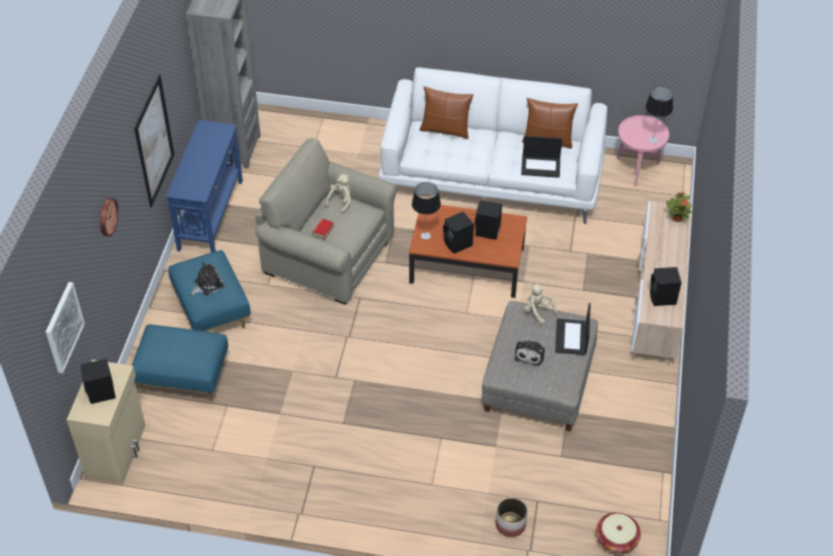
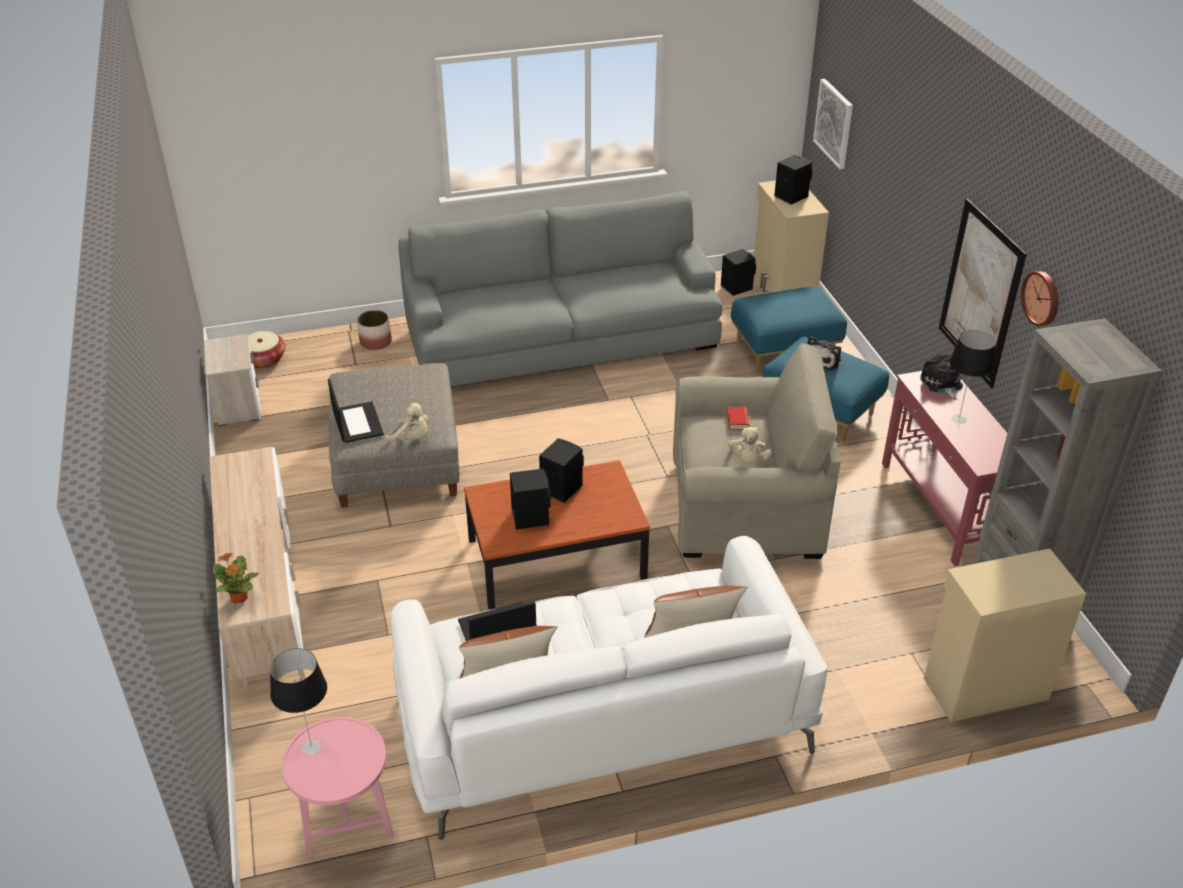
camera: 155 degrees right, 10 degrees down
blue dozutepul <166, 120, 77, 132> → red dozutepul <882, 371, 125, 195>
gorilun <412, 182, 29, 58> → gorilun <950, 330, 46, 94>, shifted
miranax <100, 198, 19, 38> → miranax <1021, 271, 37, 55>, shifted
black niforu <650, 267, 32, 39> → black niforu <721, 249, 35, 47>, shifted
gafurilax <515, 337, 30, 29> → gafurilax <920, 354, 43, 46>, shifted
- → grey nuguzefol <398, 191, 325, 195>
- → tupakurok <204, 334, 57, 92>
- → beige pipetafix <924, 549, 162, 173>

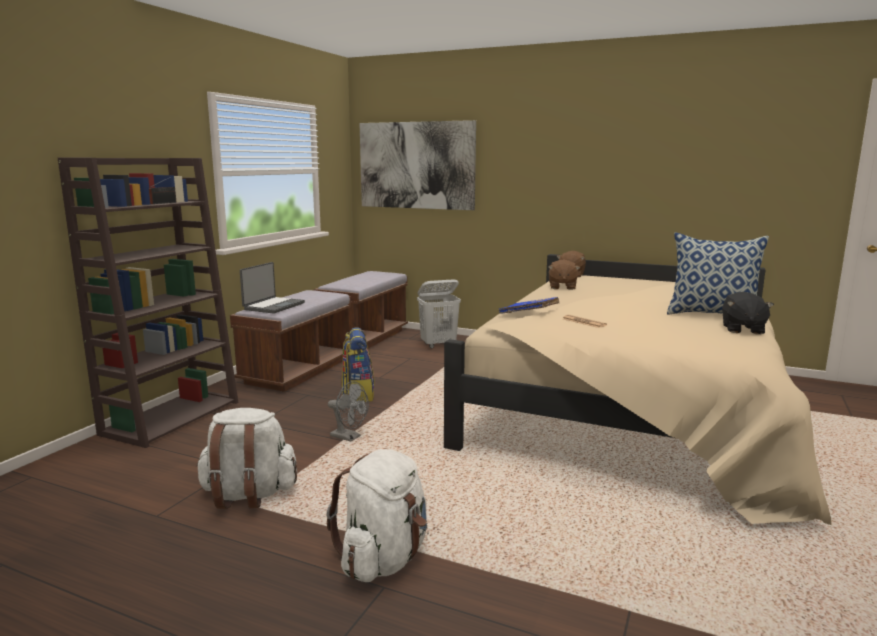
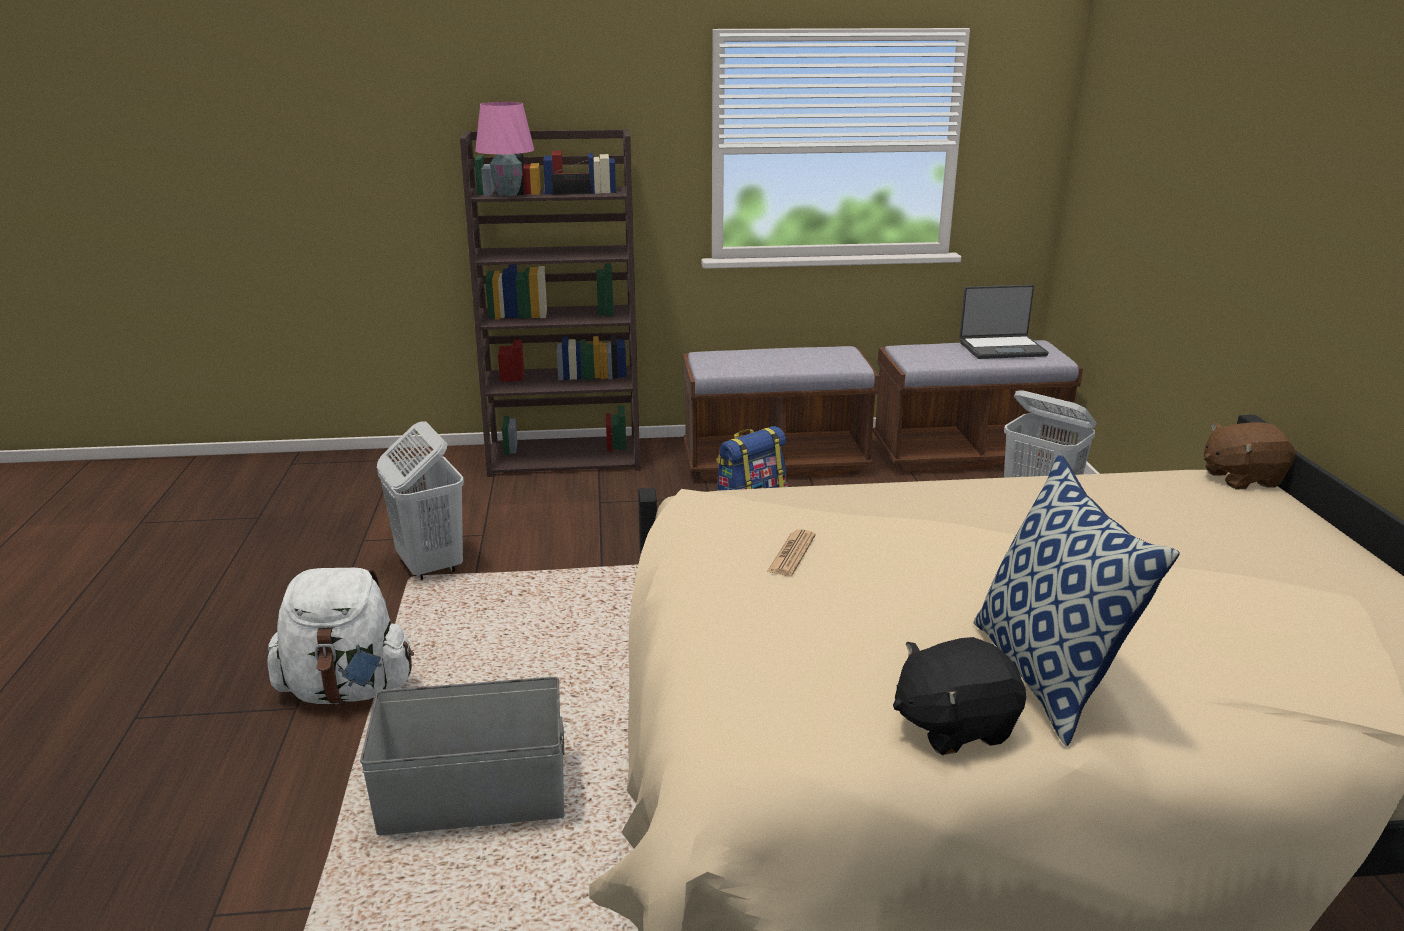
camera: 60 degrees right, 10 degrees up
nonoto <360, 120, 116, 90> → -
brown gafurilax <548, 259, 32, 31> → -
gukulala <240, 262, 65, 52> → gukulala <960, 285, 89, 74>, shifted
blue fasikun <499, 297, 60, 17> → -
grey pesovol <328, 381, 41, 61> → -
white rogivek <196, 408, 101, 101> → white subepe <377, 421, 87, 159>
- → pink gorilun <475, 102, 59, 94>
- → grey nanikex <360, 677, 205, 158>

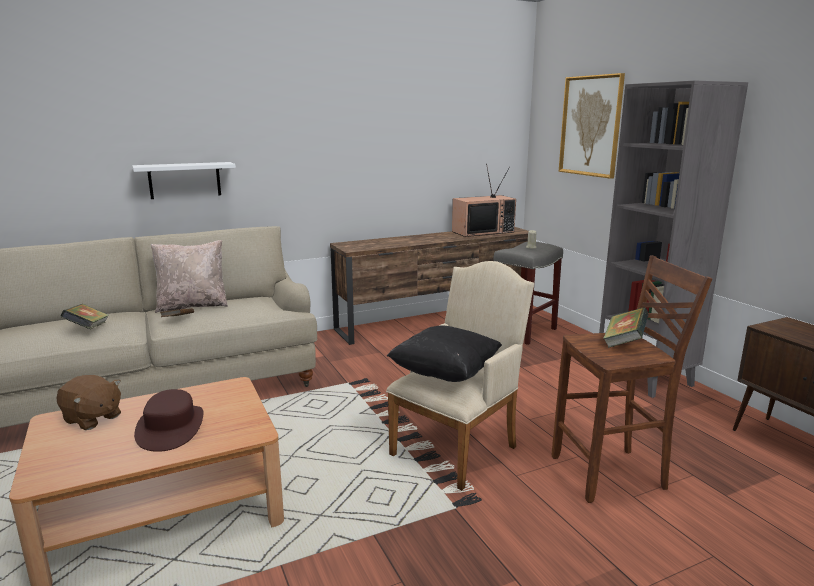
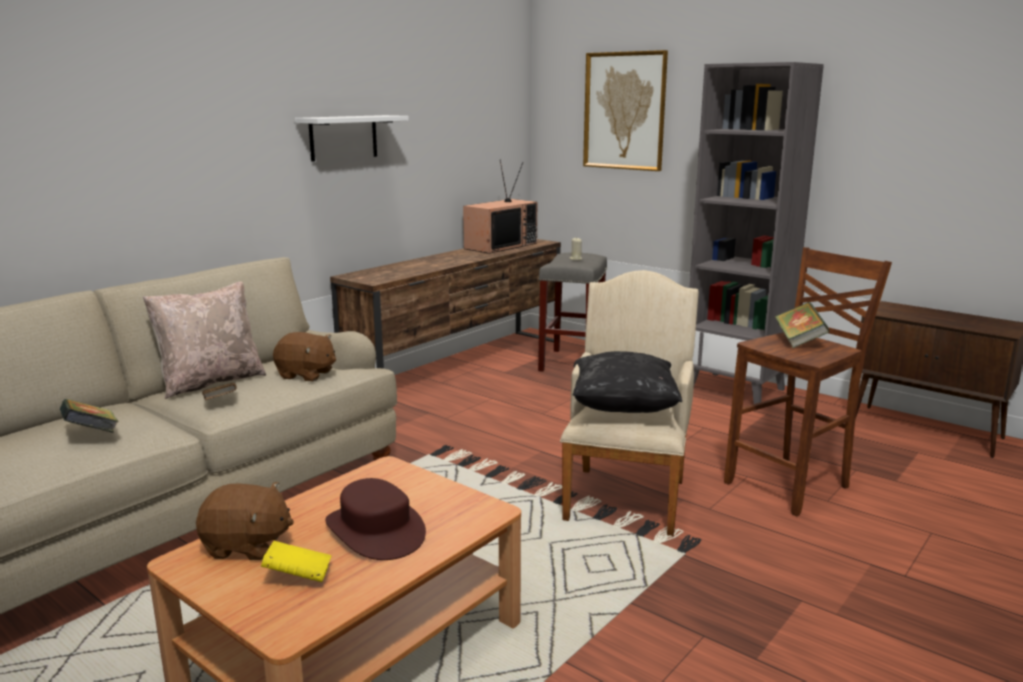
camera: 25 degrees left, 0 degrees up
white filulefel <132, 162, 104, 37> → white filulefel <295, 115, 114, 47>, shifted
- → brown gafurilax <273, 332, 63, 49>
- → yellow fasikun <261, 541, 70, 41>

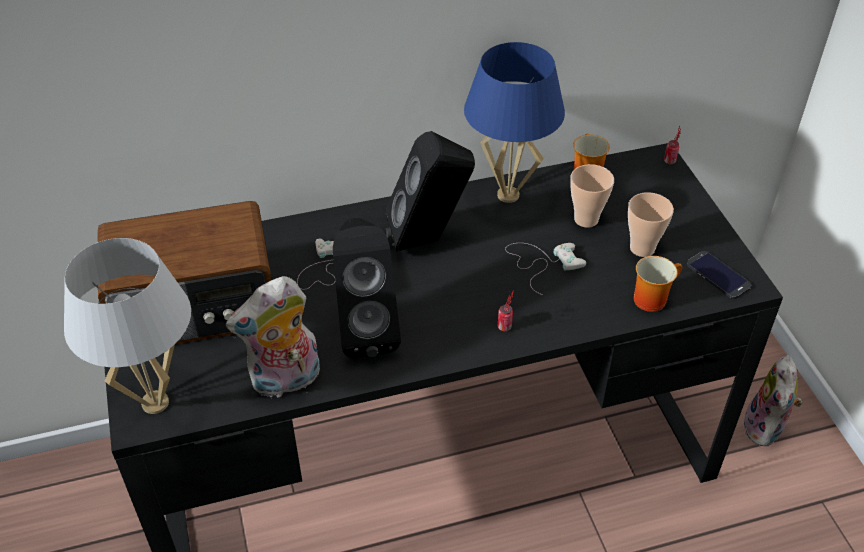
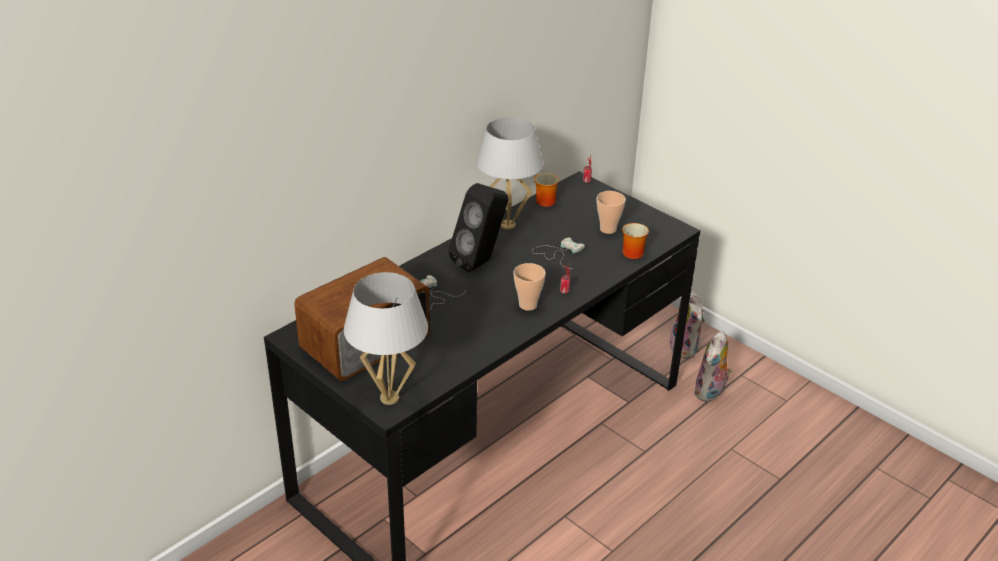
camera: 30 degrees left, 10 degrees down
blue gorilun <464, 42, 101, 161> → white gorilun <476, 117, 67, 113>
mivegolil <570, 164, 44, 64> → mivegolil <513, 263, 33, 48>, shifted
black niforu <333, 218, 68, 140> → -
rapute <687, 251, 65, 48> → -
gafurilax <226, 276, 94, 123> → gafurilax <694, 331, 38, 71>, shifted

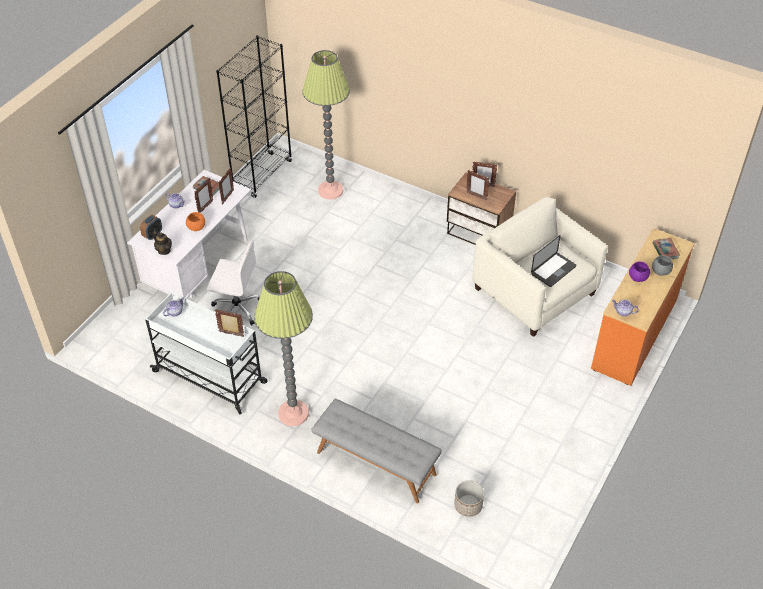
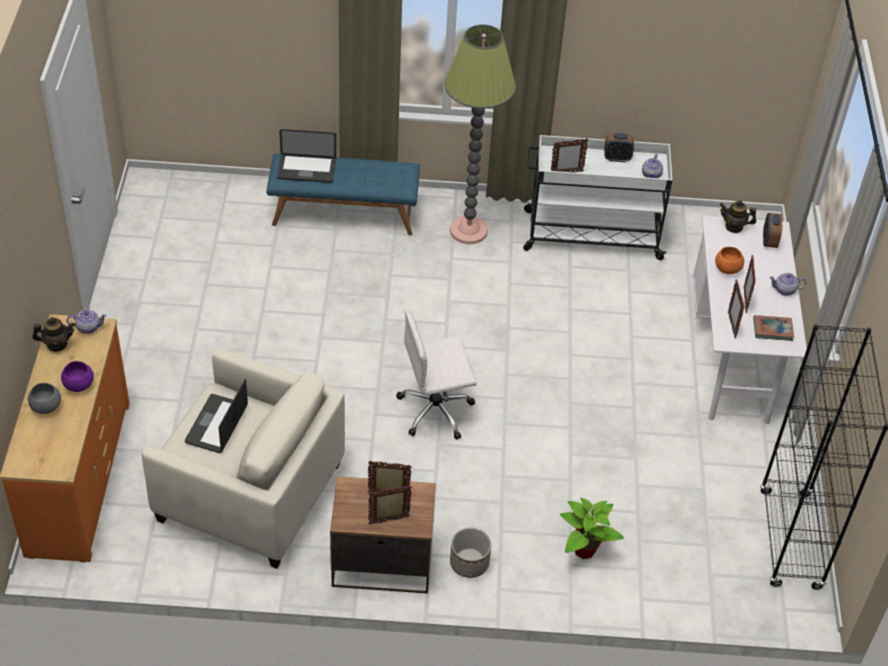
camera: 150 degrees right, 0 degrees up
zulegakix <302, 50, 48, 149> → -
fasikun <652, 238, 28, 21> → -
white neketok <207, 240, 53, 85> → white neketok <396, 310, 81, 130>, shifted
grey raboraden <312, 399, 130, 104> → blue raboraden <266, 154, 154, 82>
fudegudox <454, 480, 30, 37> → fudegudox <450, 528, 41, 50>, shifted
- → gukulala <277, 129, 59, 54>
- → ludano <604, 133, 30, 29>
- → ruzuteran <32, 317, 43, 35>
- → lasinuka <560, 498, 64, 61>

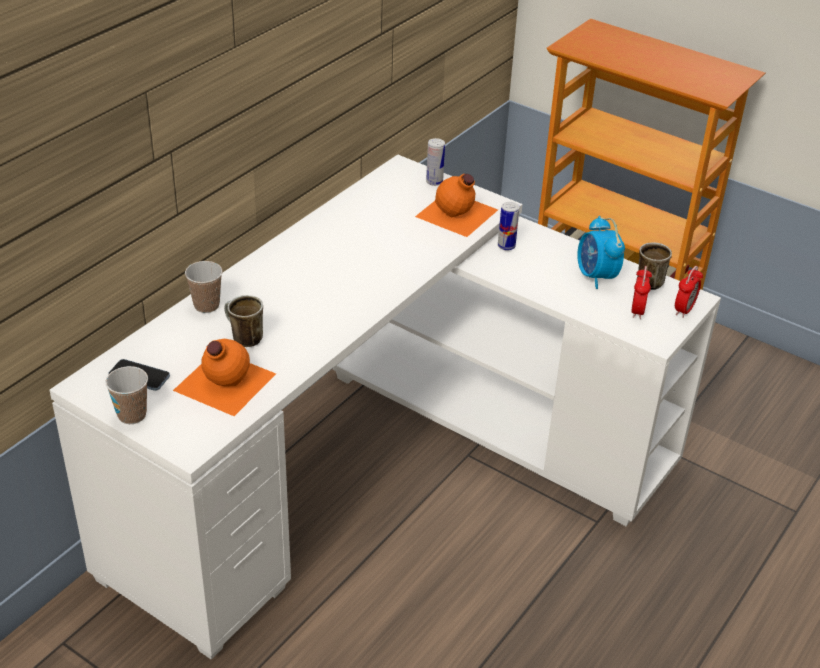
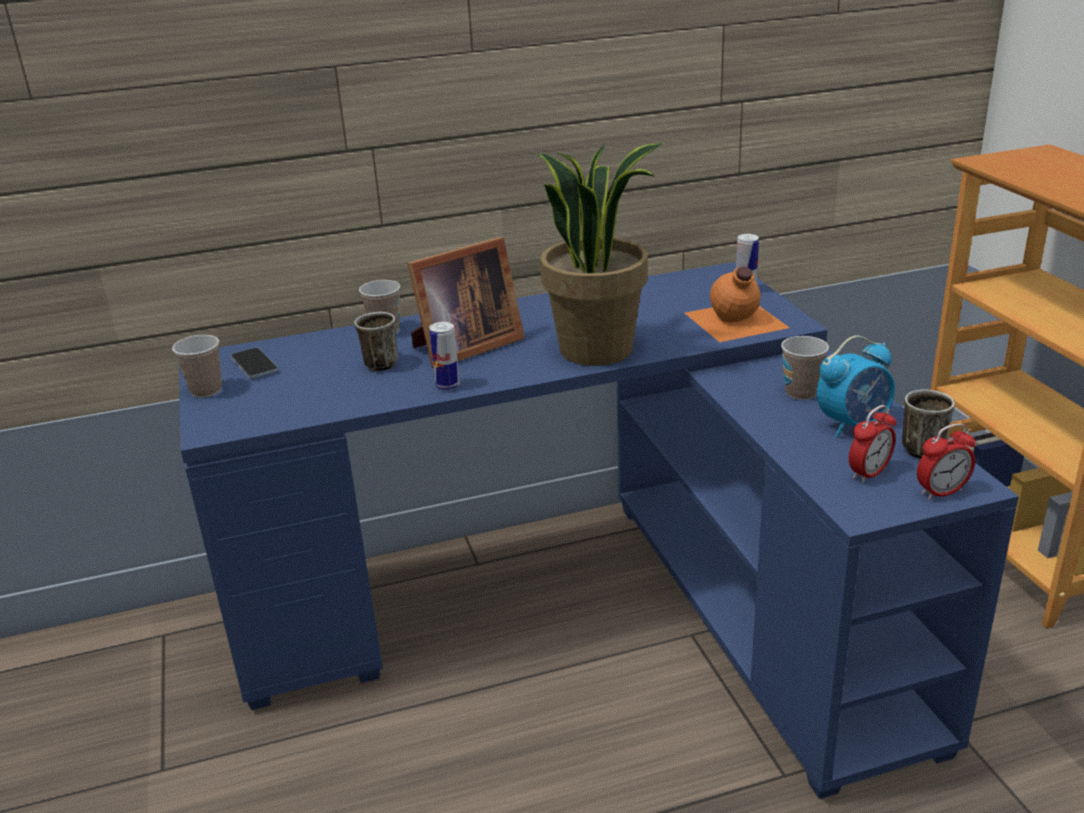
camera: 40 degrees right, 10 degrees down
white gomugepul <49, 154, 672, 505> → blue gomugepul <179, 262, 840, 537>
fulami <498, 202, 22, 48> → fulami <429, 322, 31, 68>, shifted
ludano <577, 216, 48, 73> → ludano <817, 336, 78, 101>, 135 degrees counterclockwise
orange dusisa <173, 339, 103, 77> → -
- → lasinuka <537, 143, 125, 223>
- → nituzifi <407, 237, 118, 131>
- → mivegolil <781, 336, 48, 64>

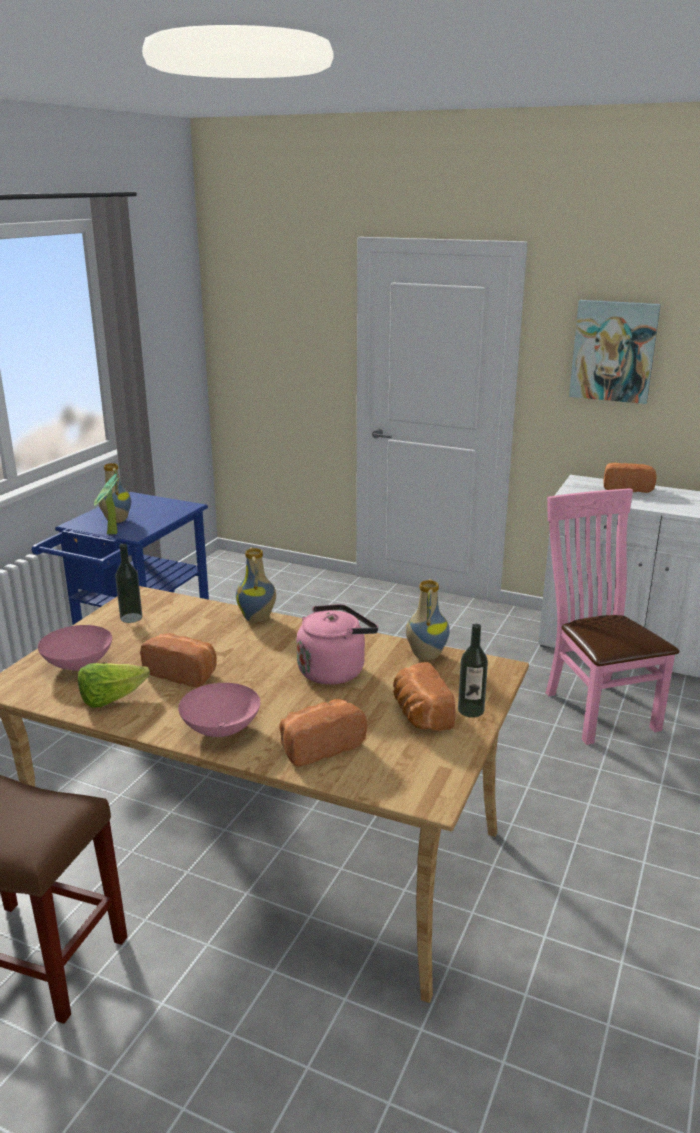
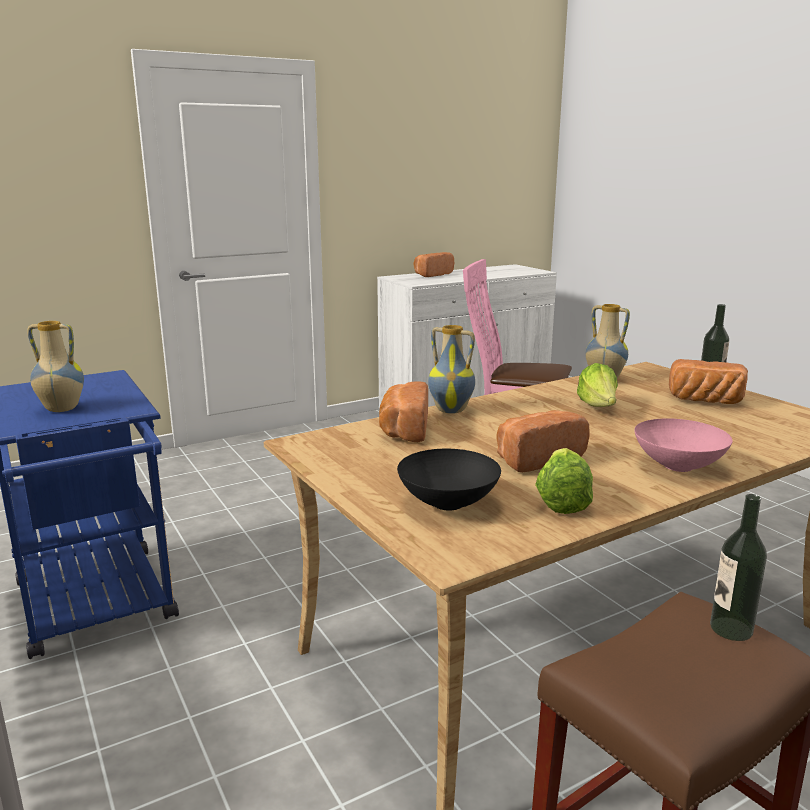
camera: 55 degrees left, 5 degrees down
nonoto <569, 300, 92, 104> → -
lasinuka <94, 473, 24, 61> → -
dusisa <115, 544, 27, 79> → dusisa <710, 494, 57, 147>, shifted
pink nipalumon <297, 604, 81, 81> → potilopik <577, 363, 41, 44>
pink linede <38, 625, 74, 46> → black linede <397, 449, 104, 62>
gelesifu <279, 699, 88, 68> → gelesifu <379, 381, 49, 61>, shifted

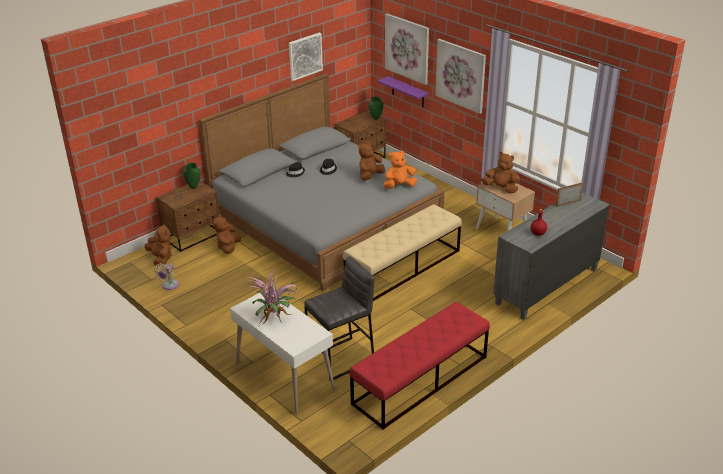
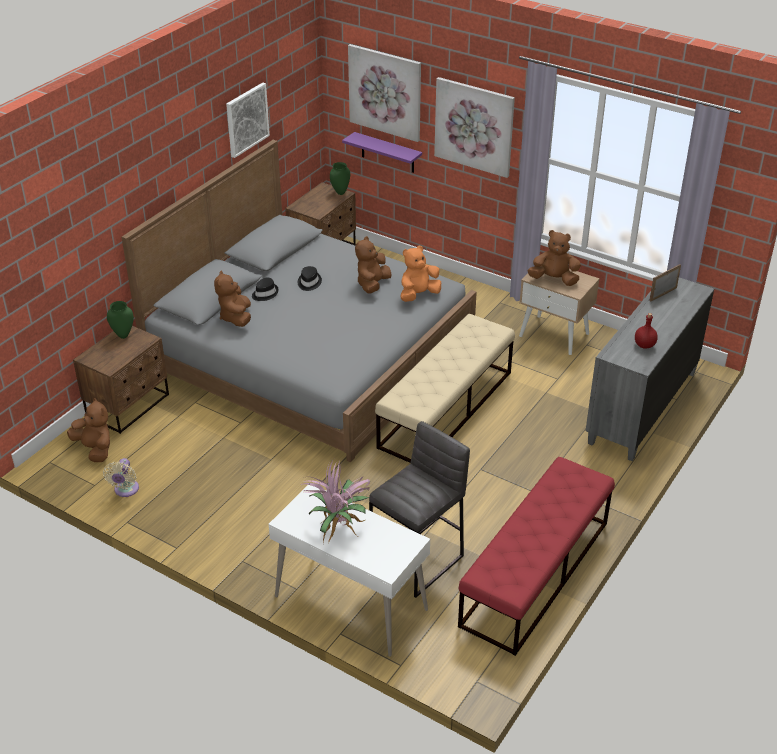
camera: 15 degrees left, 5 degrees up
brown gafurilax <213, 214, 28, 40> → brown gafurilax <214, 271, 37, 56>, shifted

